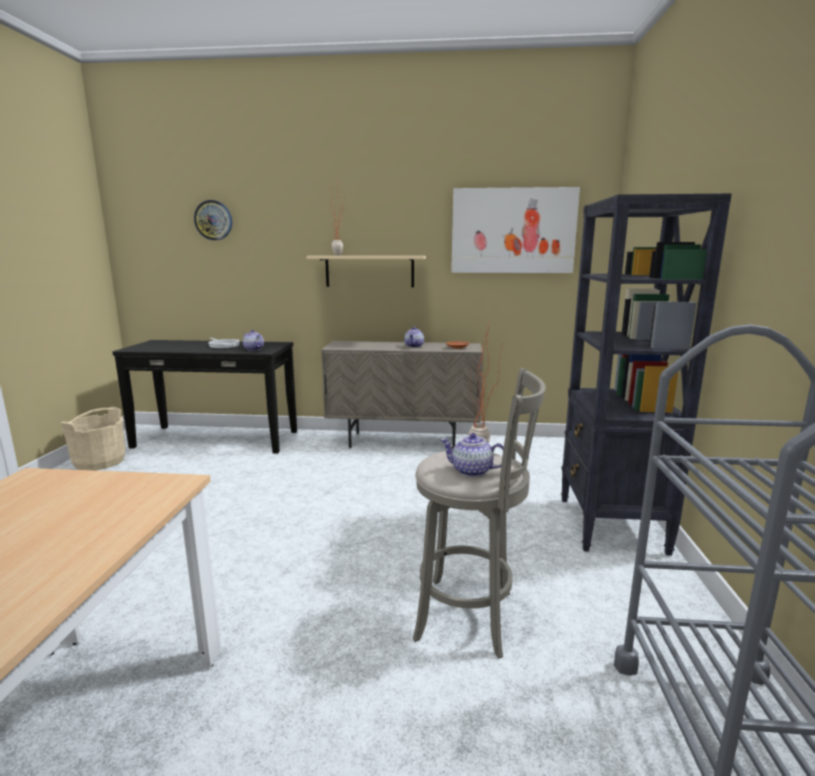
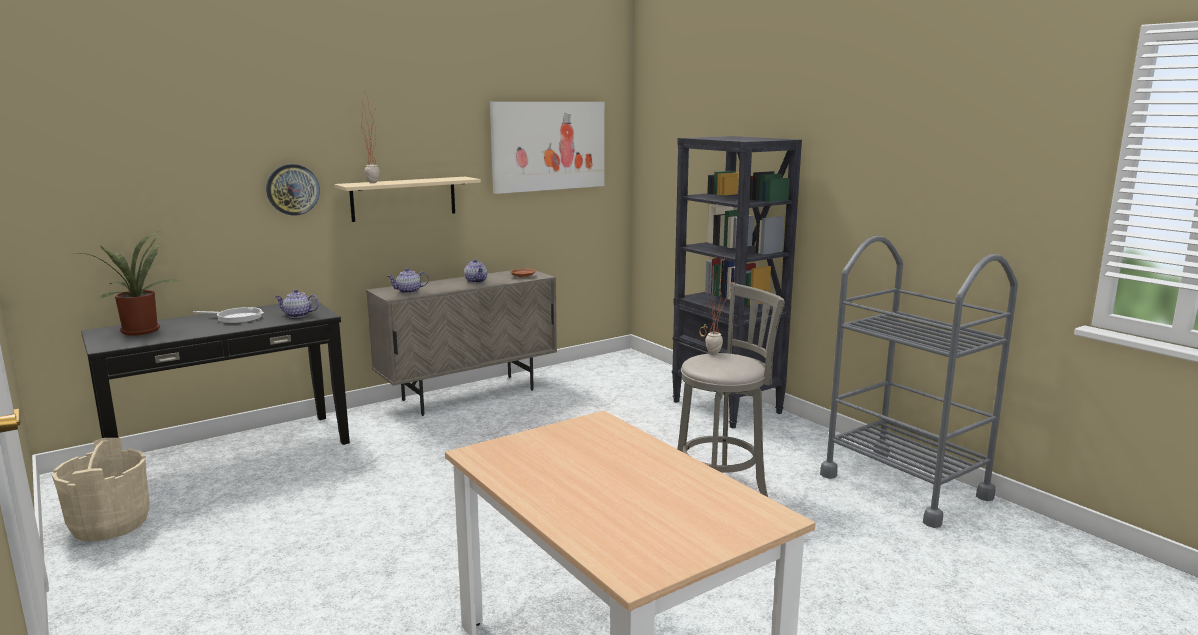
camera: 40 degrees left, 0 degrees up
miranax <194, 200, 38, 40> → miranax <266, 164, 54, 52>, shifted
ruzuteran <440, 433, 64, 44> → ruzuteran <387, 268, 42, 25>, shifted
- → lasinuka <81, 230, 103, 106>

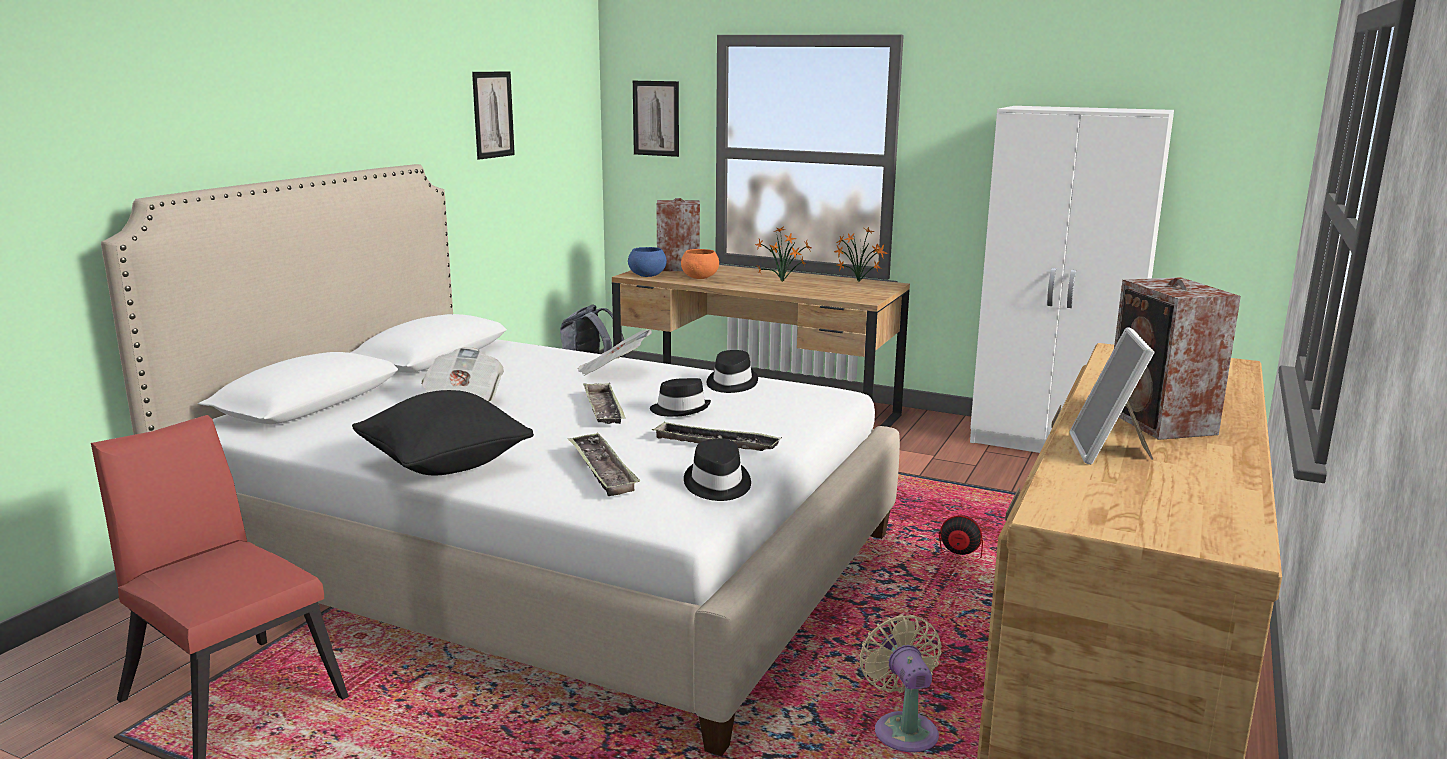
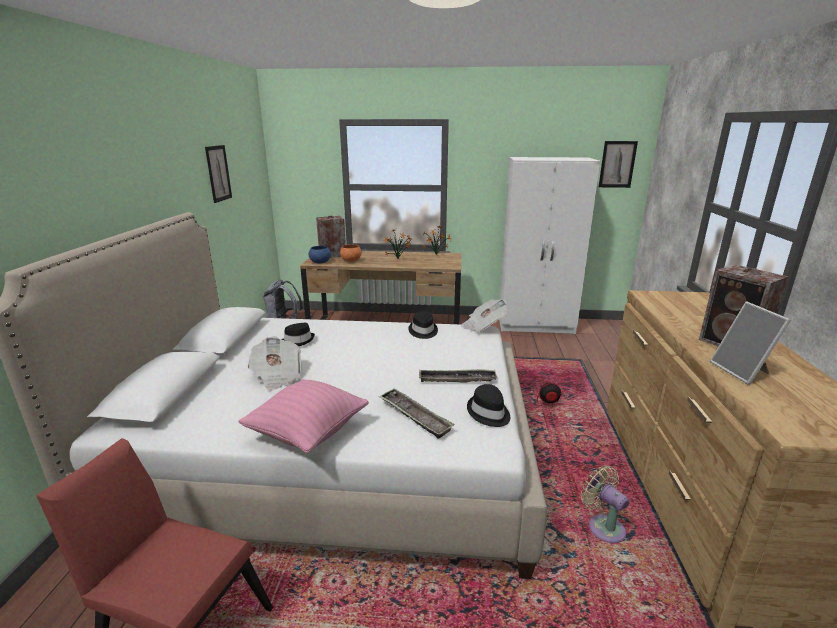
camera: 20 degrees left, 5 degrees up
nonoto <633, 81, 46, 76> → nonoto <599, 141, 39, 47>, shifted
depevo <577, 330, 75, 46> → depevo <461, 299, 47, 33>, shifted
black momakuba <650, 378, 61, 39> → black momakuba <282, 323, 33, 23>, shifted
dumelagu <583, 383, 43, 41> → -
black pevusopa <352, 390, 182, 86> → pink pevusopa <238, 379, 131, 74>

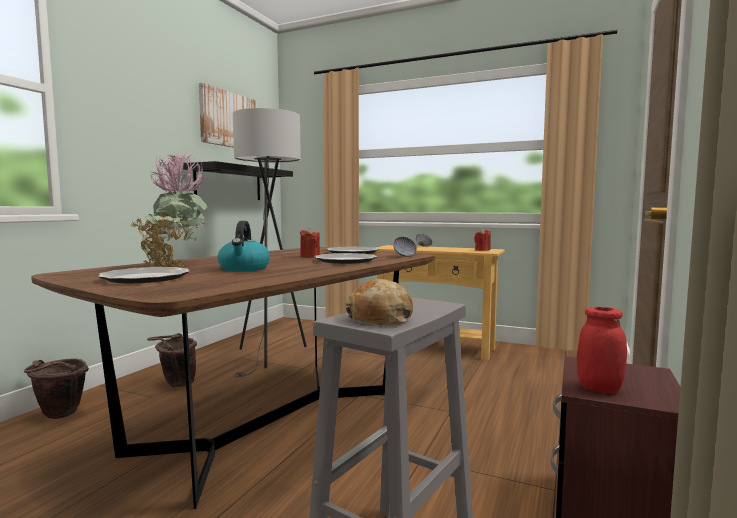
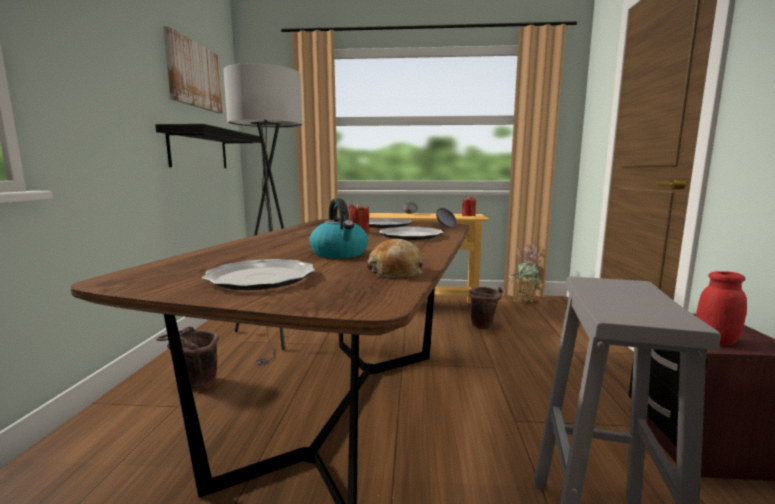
camera: 20 degrees left, 5 degrees up
lasinuka <130, 151, 78, 116> → lasinuka <508, 243, 34, 60>, shifted
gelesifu <345, 279, 68, 46> → gelesifu <366, 239, 57, 38>, shifted
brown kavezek <24, 358, 65, 61> → brown kavezek <469, 287, 34, 42>, shifted

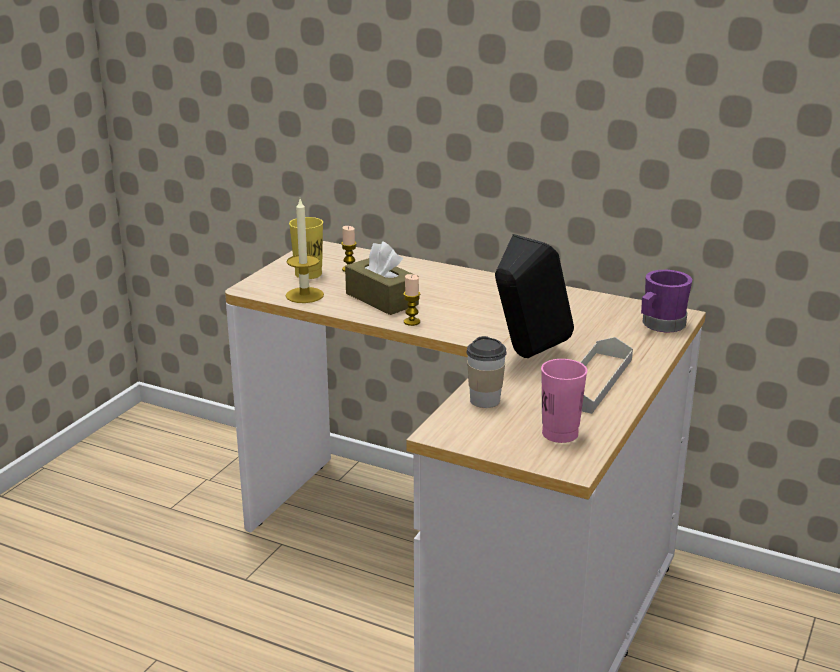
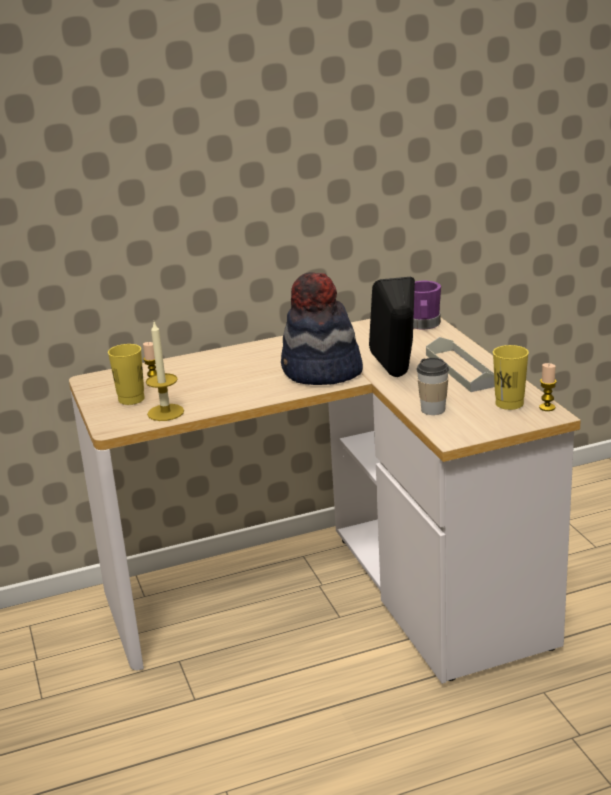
camera: 45 degrees left, 0 degrees up
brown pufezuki <345, 242, 74, 73> → -
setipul <403, 274, 17, 52> → setipul <539, 363, 18, 48>, shifted
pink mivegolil <541, 359, 46, 84> → yellow mivegolil <493, 345, 36, 65>
- → momakuba <281, 272, 82, 113>

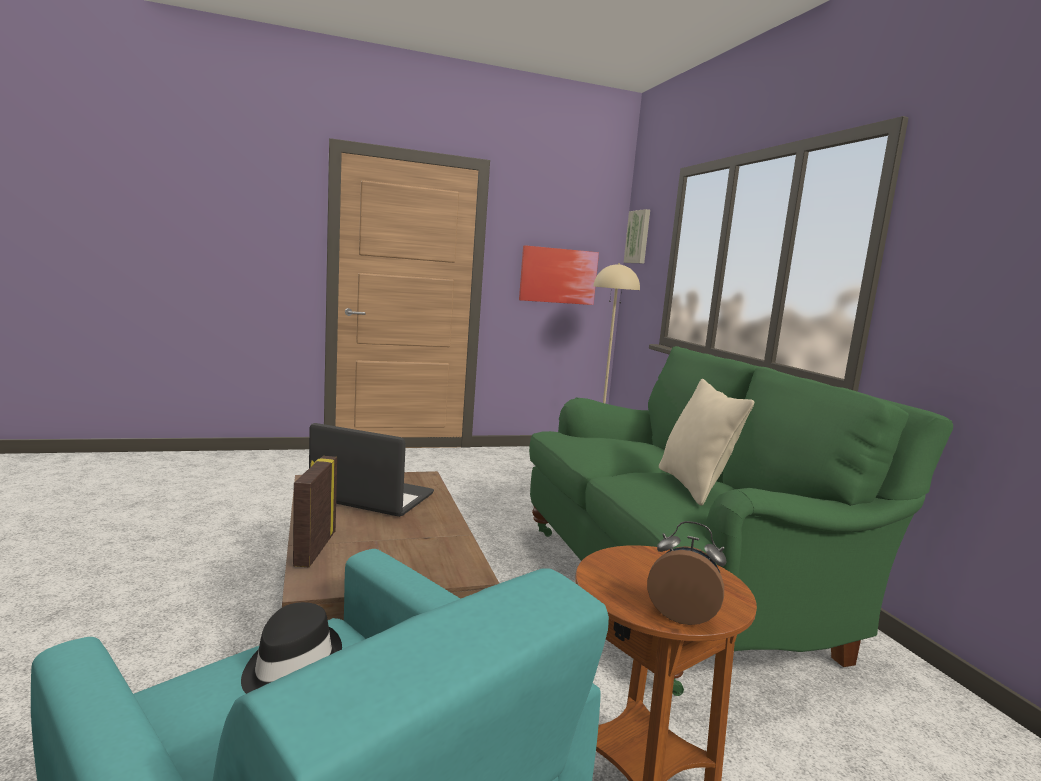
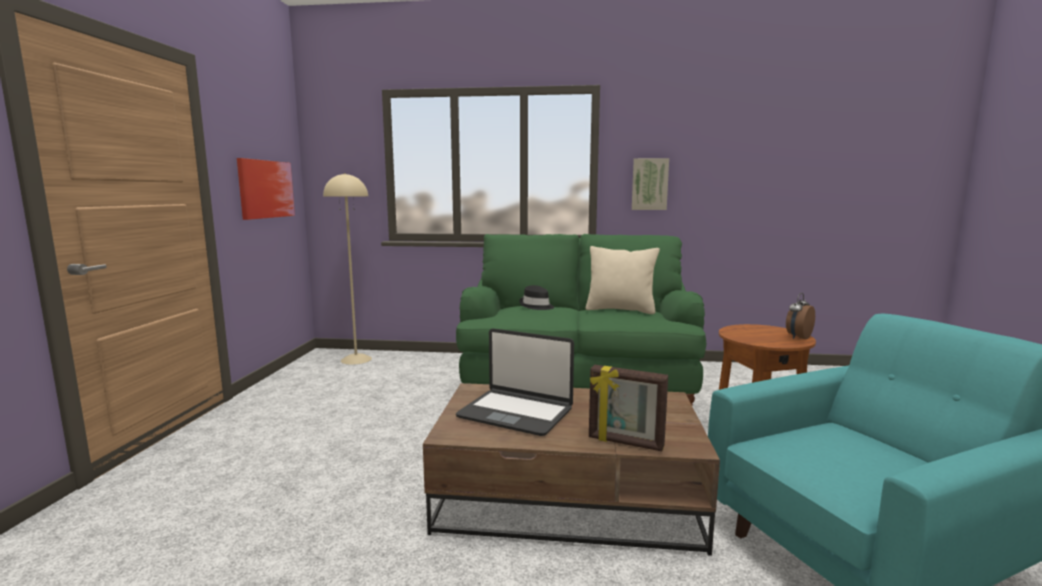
camera: 65 degrees left, 0 degrees up
nonoto <624, 209, 26, 55> → nonoto <632, 158, 37, 52>, shifted
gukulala <309, 423, 125, 94> → gukulala <456, 328, 118, 108>, 105 degrees counterclockwise
black momakuba <241, 602, 101, 92> → black momakuba <519, 285, 35, 25>, shifted

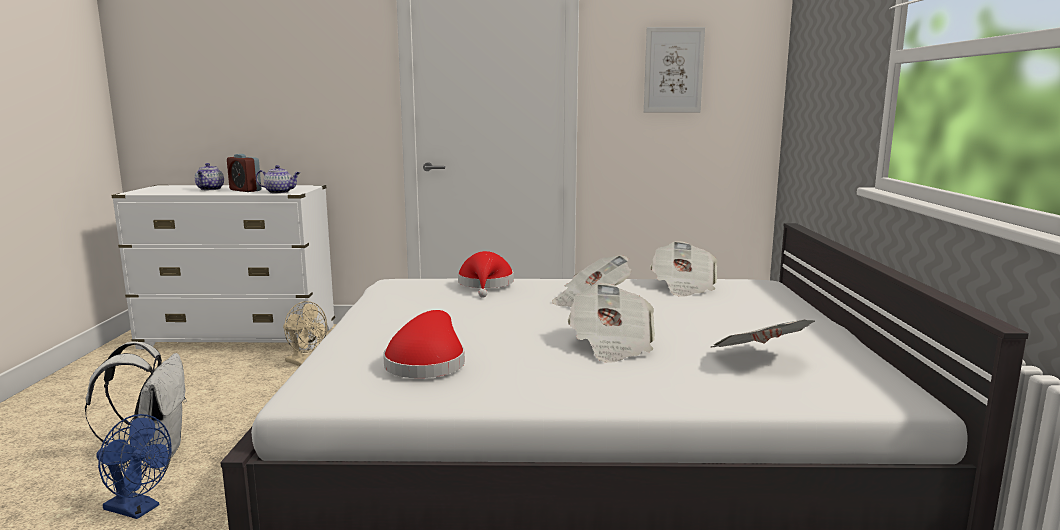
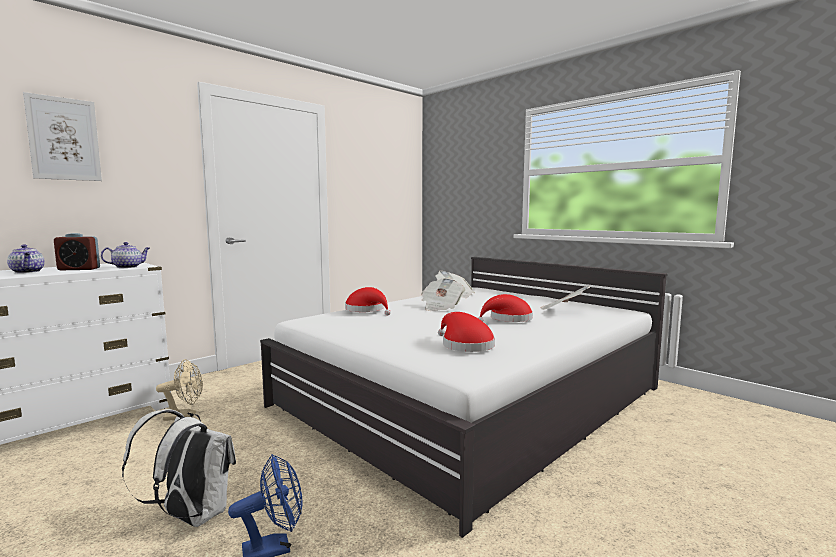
camera: 45 degrees left, 5 degrees down
nonoto <644, 27, 61, 86> → nonoto <23, 92, 79, 89>, shifted
depevo <568, 283, 87, 80> → red momakuba <478, 294, 55, 28>

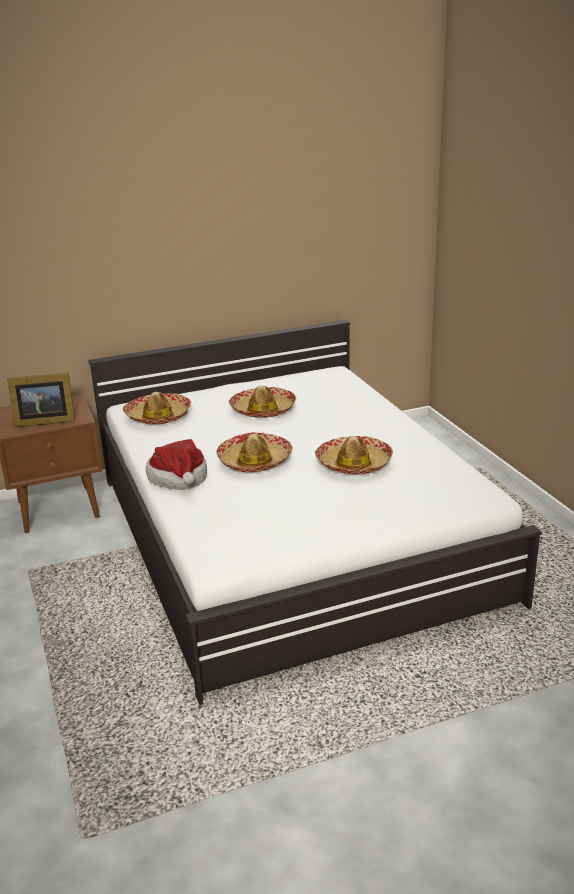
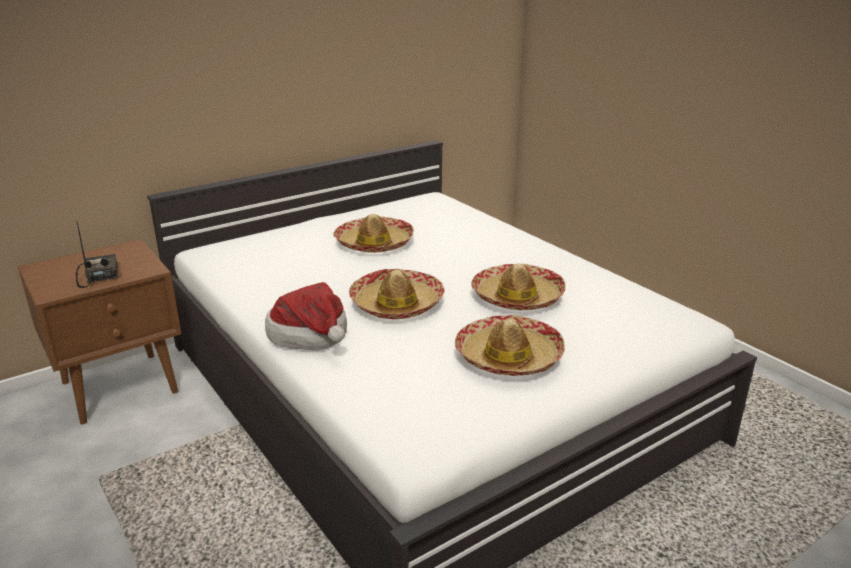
camera: 15 degrees left, 0 degrees up
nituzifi <7, 373, 68, 54> → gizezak <76, 222, 42, 66>
momakuba <123, 392, 68, 33> → momakuba <455, 315, 110, 61>, shifted

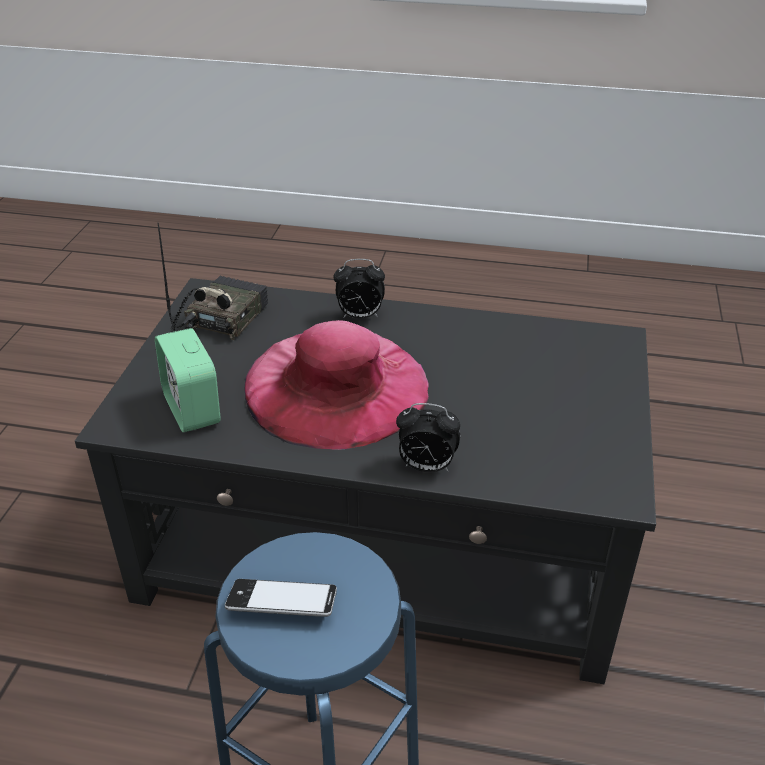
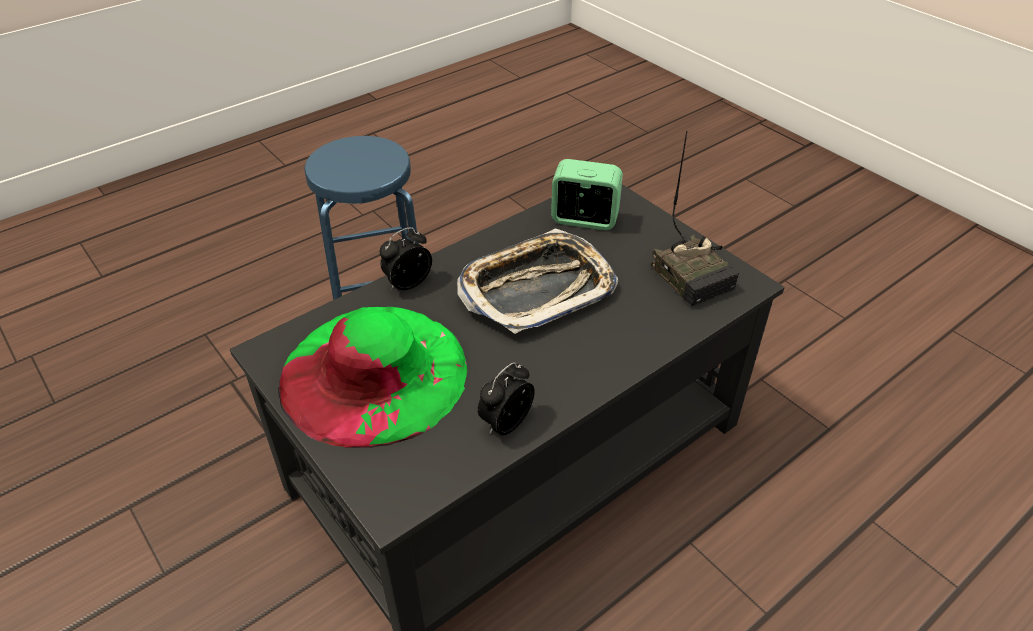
camera: 130 degrees right, 5 degrees up
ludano <334, 259, 51, 60> → ludano <478, 362, 57, 73>, shifted
pink momakuba <245, 320, 184, 130> → dumelagu <457, 229, 161, 105>
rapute <225, 579, 112, 38> → -
- → green momakuba <278, 307, 189, 141>

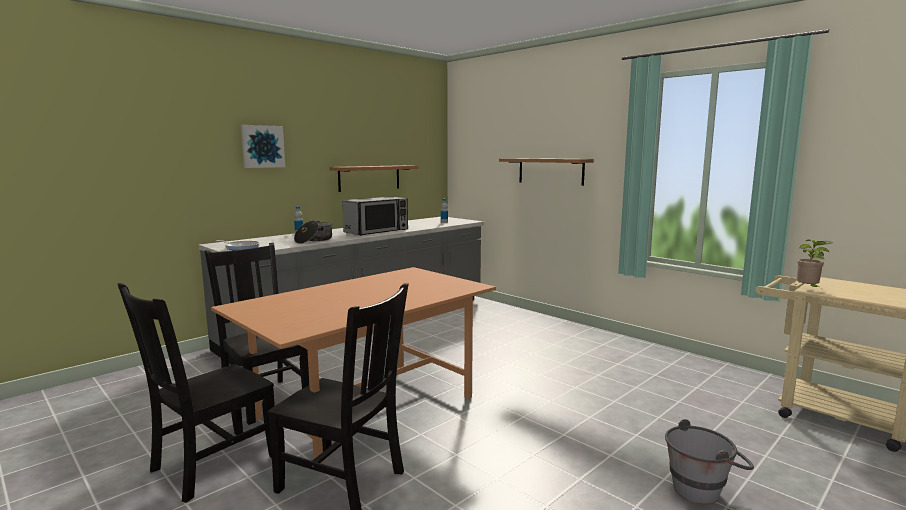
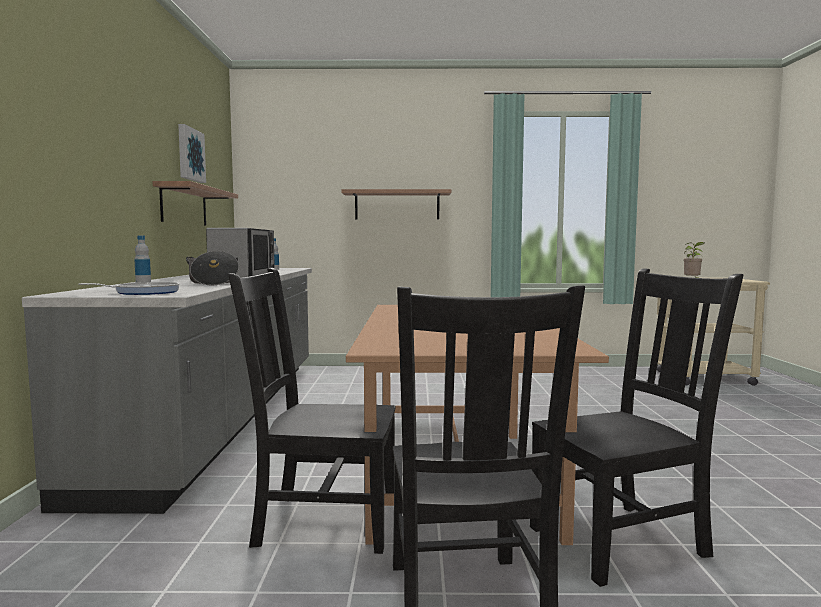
camera: 45 degrees left, 5 degrees down
nonoto <241, 125, 44, 43> → nonoto <178, 124, 28, 59>, shifted
grey kavezek <665, 419, 89, 85> → -

